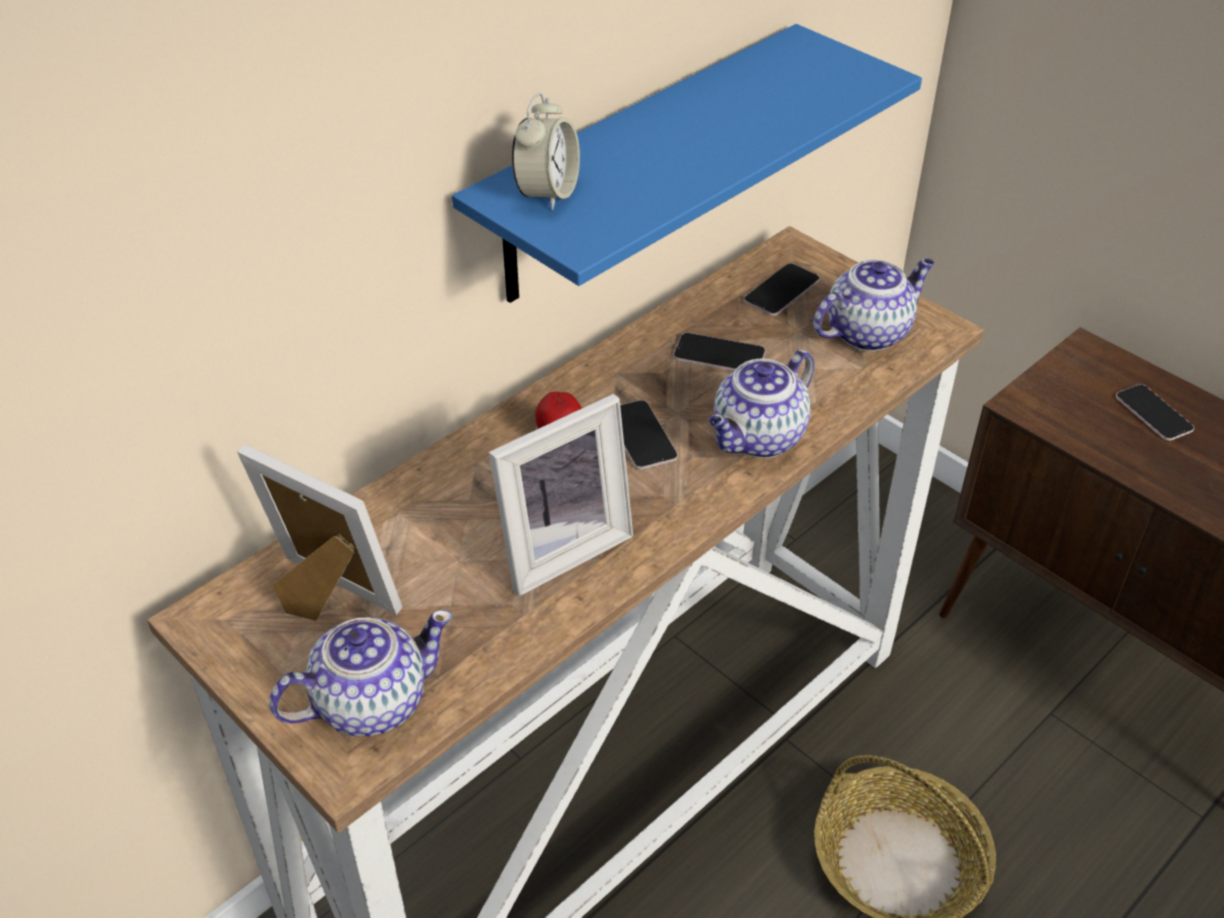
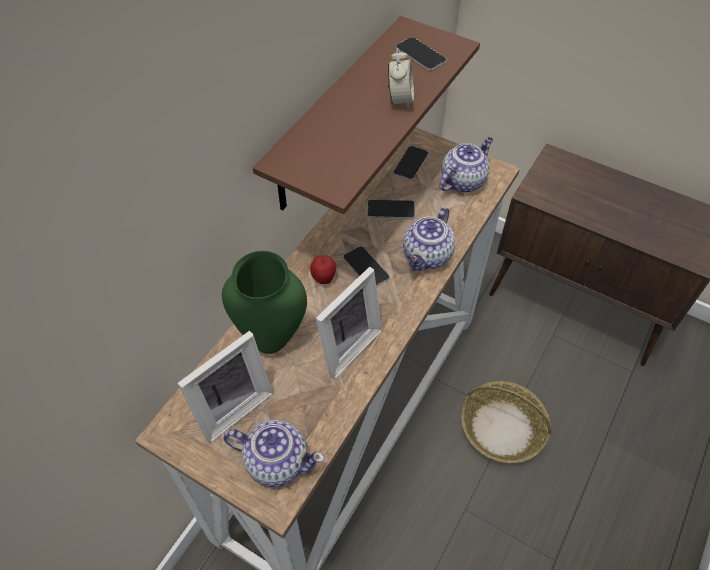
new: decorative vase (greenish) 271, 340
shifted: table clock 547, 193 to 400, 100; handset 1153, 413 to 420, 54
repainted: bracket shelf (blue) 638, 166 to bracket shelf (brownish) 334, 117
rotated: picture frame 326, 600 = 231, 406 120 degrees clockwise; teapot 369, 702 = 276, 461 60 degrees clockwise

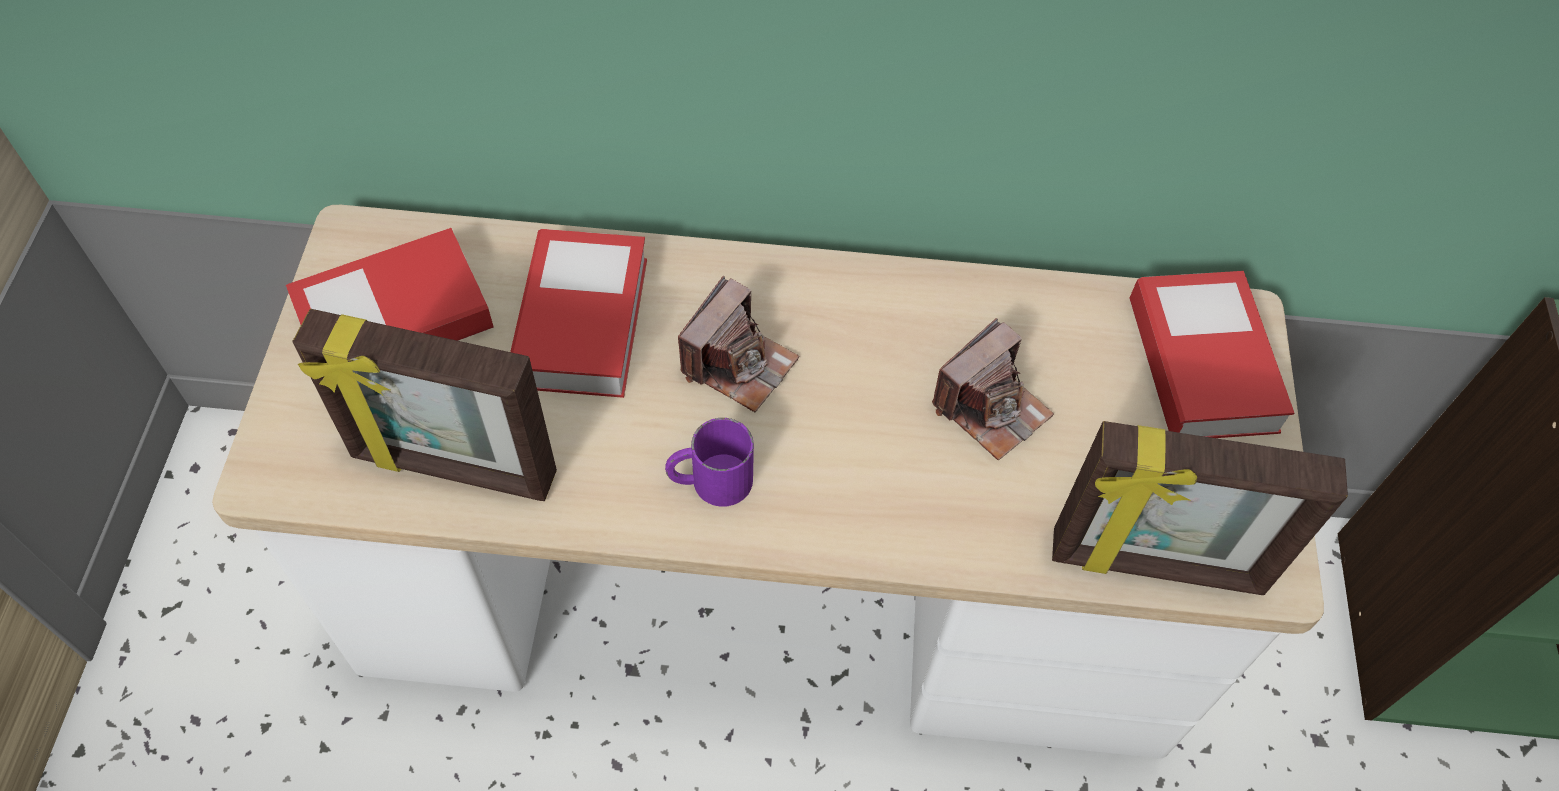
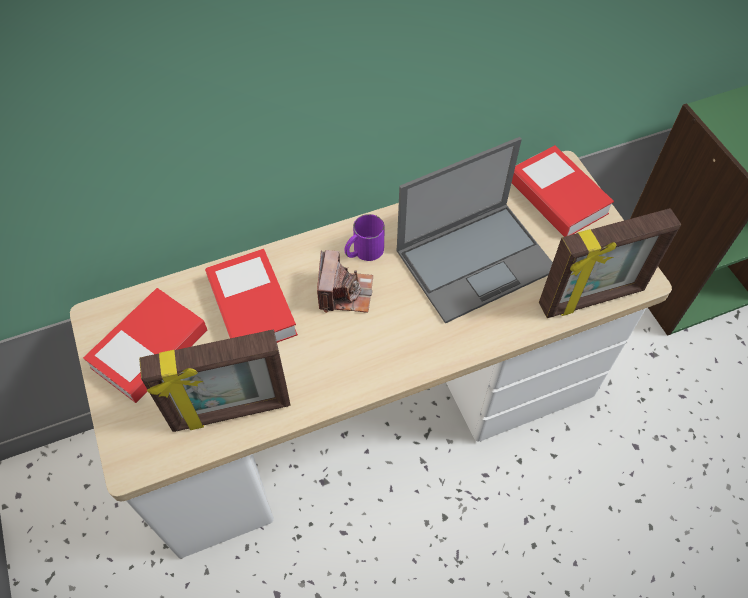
shifted: tea mug (purple) 710, 481 to 363, 251
swapped: still camera 990, 408 to laptop 477, 259

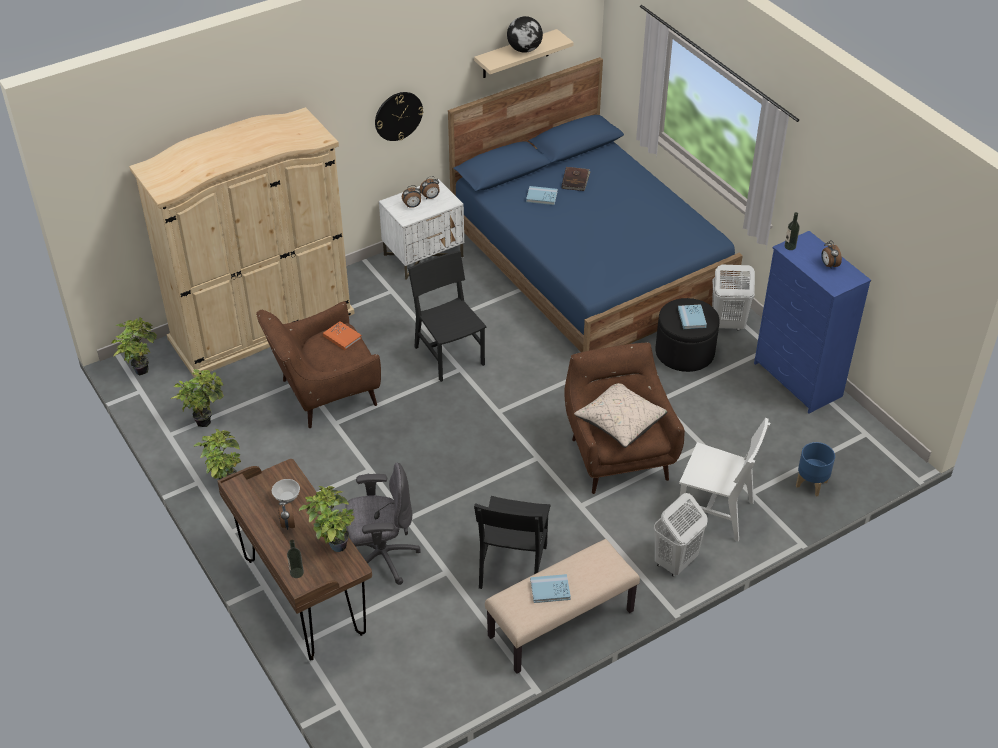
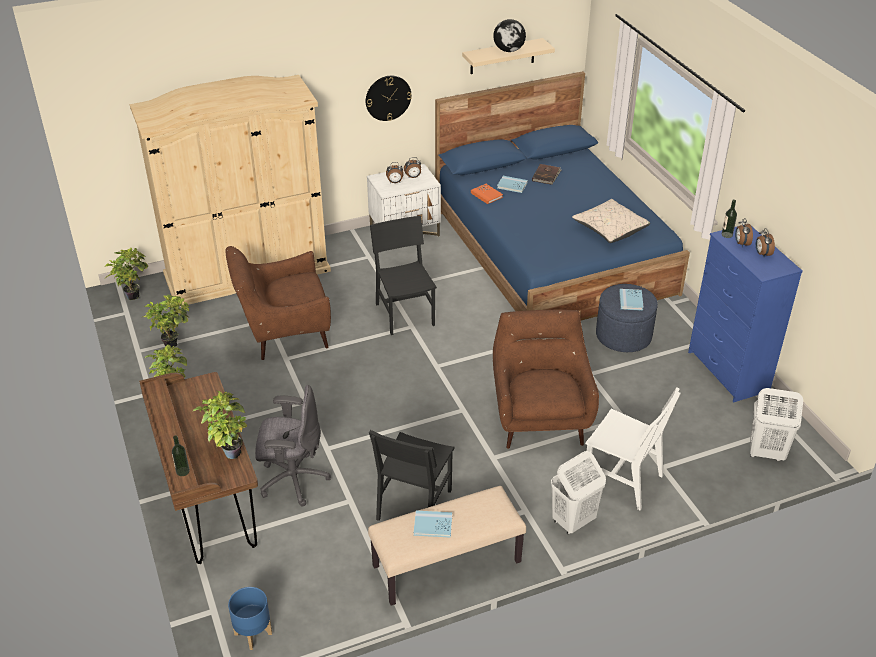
gone: deep dish 287, 497
shifted: hamper (whitish) 727, 324 to 765, 453; book (orange-coloured) 342, 337 to 486, 195; cushion (sand-coloured) 620, 422 to 609, 229; flower pot (blue) 811, 484 to 253, 634; table clock 287, 524 to 741, 243
repainted: pouffe (black) 684, 352 to pouffe (blue) 623, 335

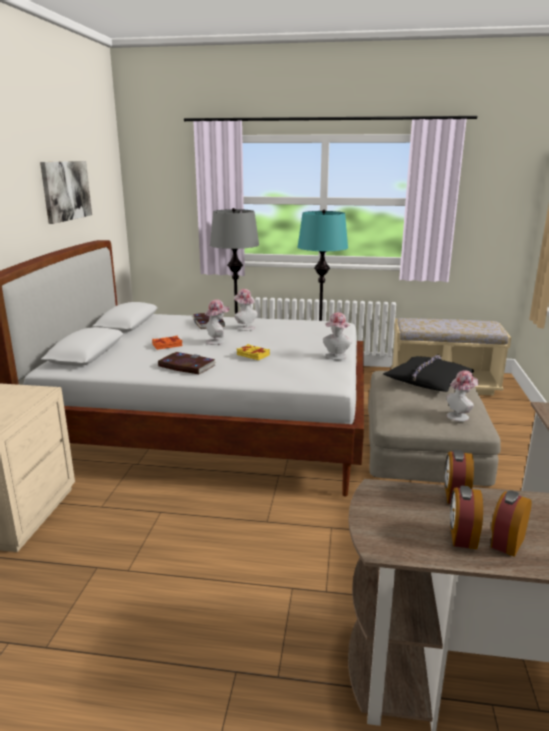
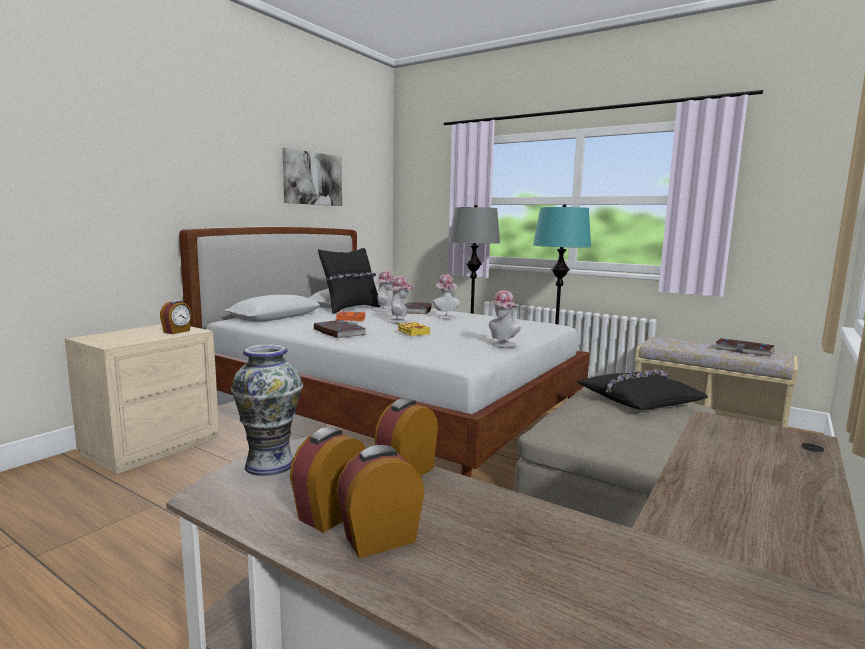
new: cushion (black) 351, 309; table clock 177, 331; book 744, 350; decorative vase 269, 464
shifted: wearable hat 459, 416 to 385, 310

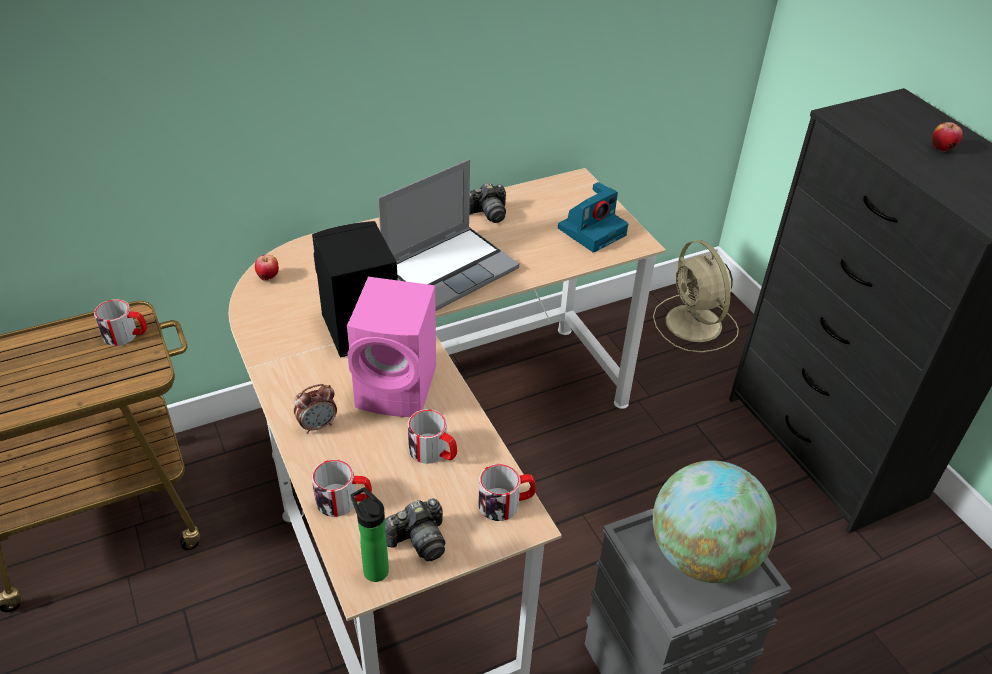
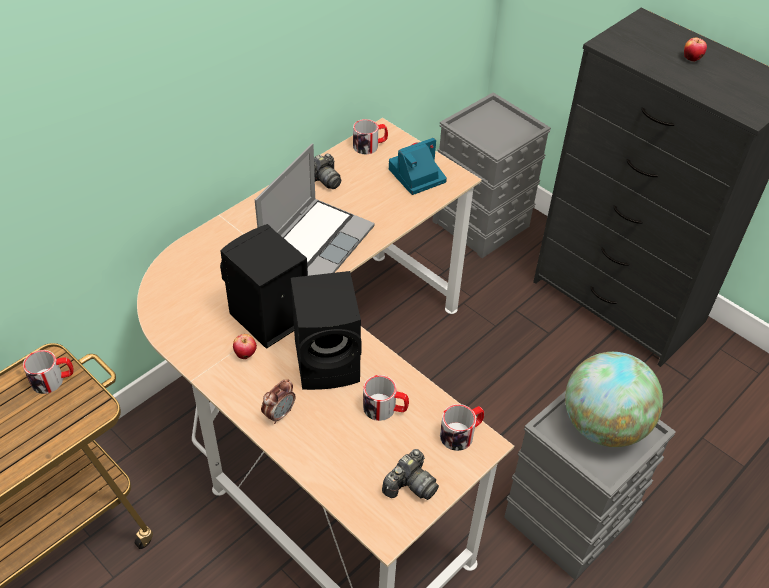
gone: bottle 373, 568
shifted: whole apple 269, 278 to 246, 354; tea mug 344, 501 to 370, 145
swapped: fan (sand-coloured) 695, 325 to storage bin (gray) 482, 224
repainted: speaker (pink-coloured) 399, 388 to speaker (black) 329, 362
rotated: still camera 592, 230 = 416, 176 150 degrees counterclockwise

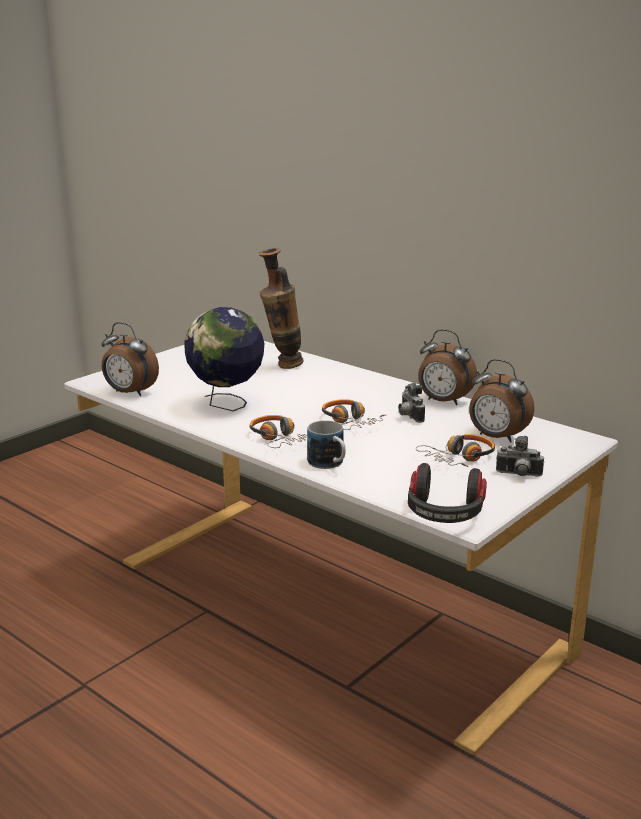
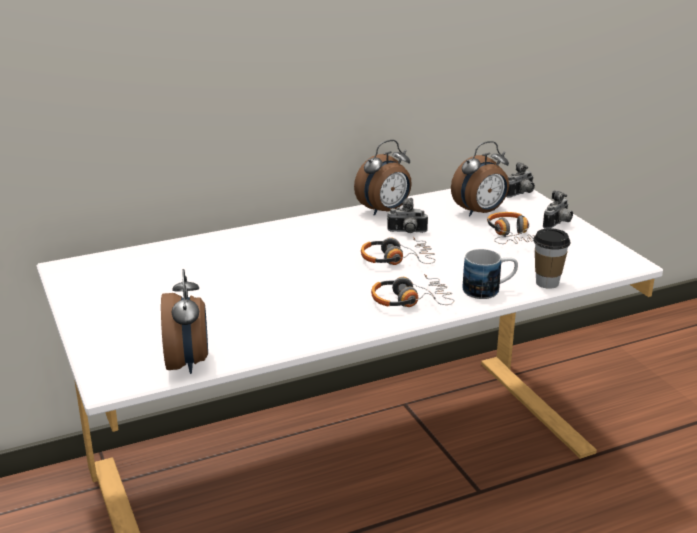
gone: decorative vase 282, 366; globe 226, 405; headphones 444, 515
new: still camera 520, 194; drinking cup 547, 283
rotated: table clock 129, 393 = 188, 363 60 degrees counterclockwise

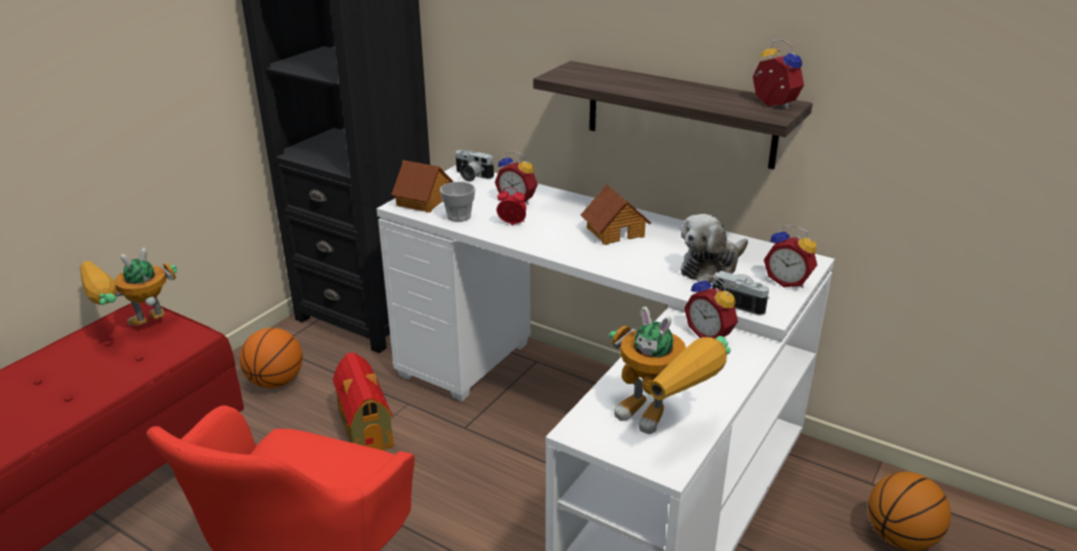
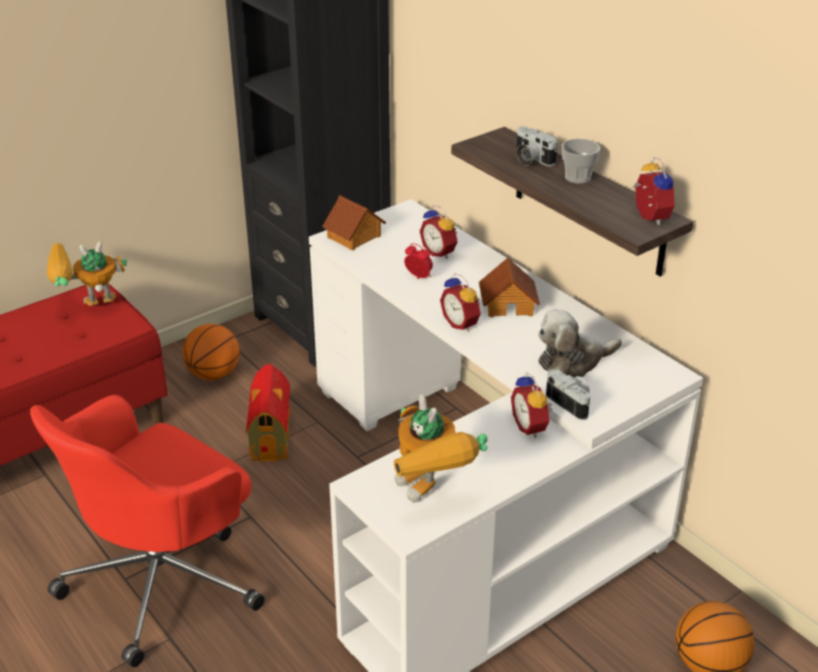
shifted: still camera 471, 176 to 530, 159; drinking cup 459, 216 to 578, 177; table clock 788, 281 to 462, 323

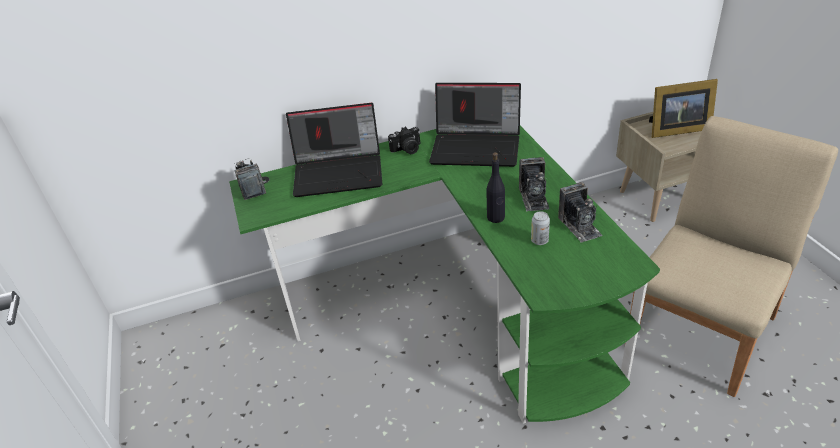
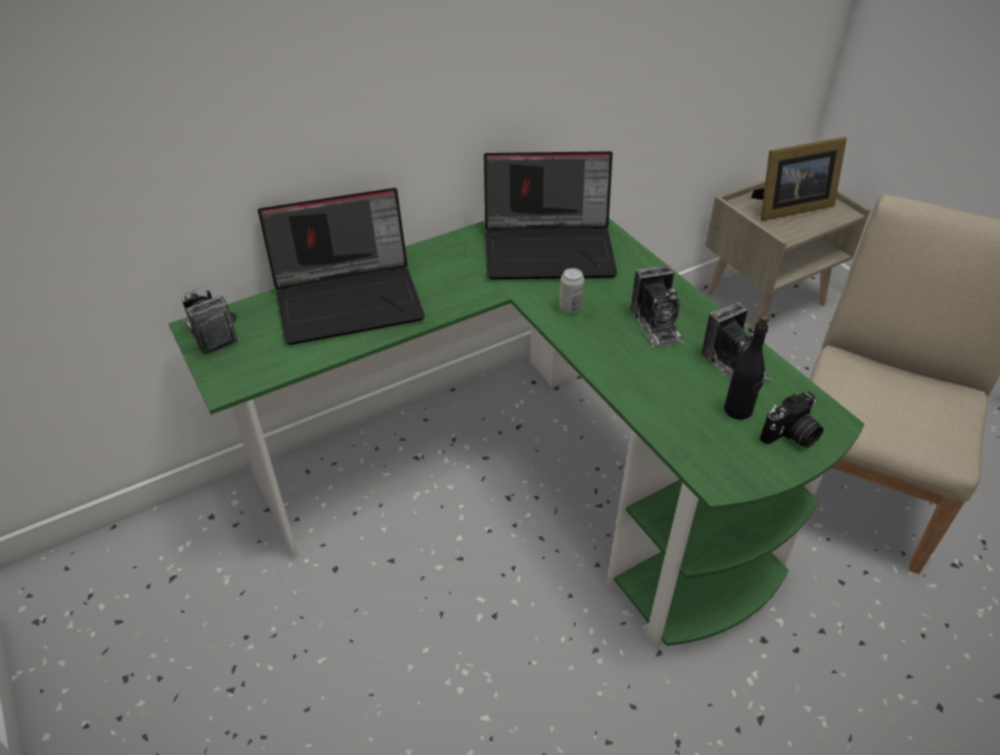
shifted: still camera 407, 150 to 791, 435; bottle (black) 496, 217 to 738, 410; metal can 539, 241 to 570, 308

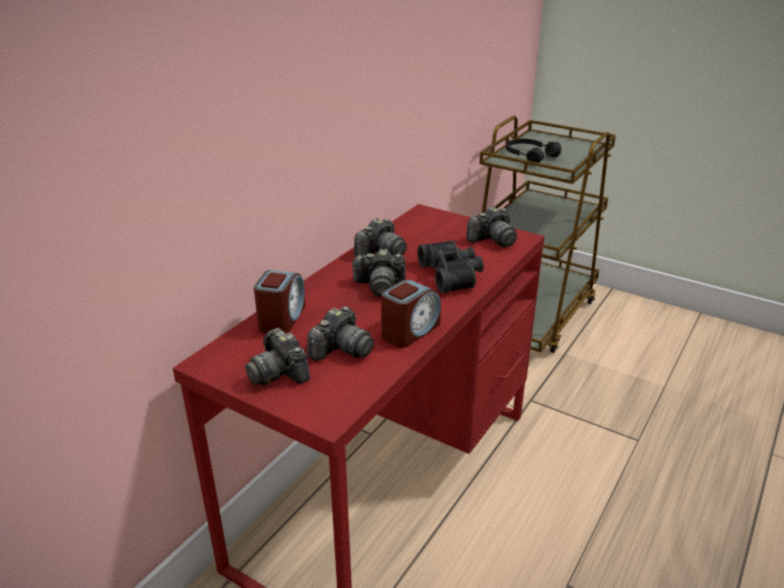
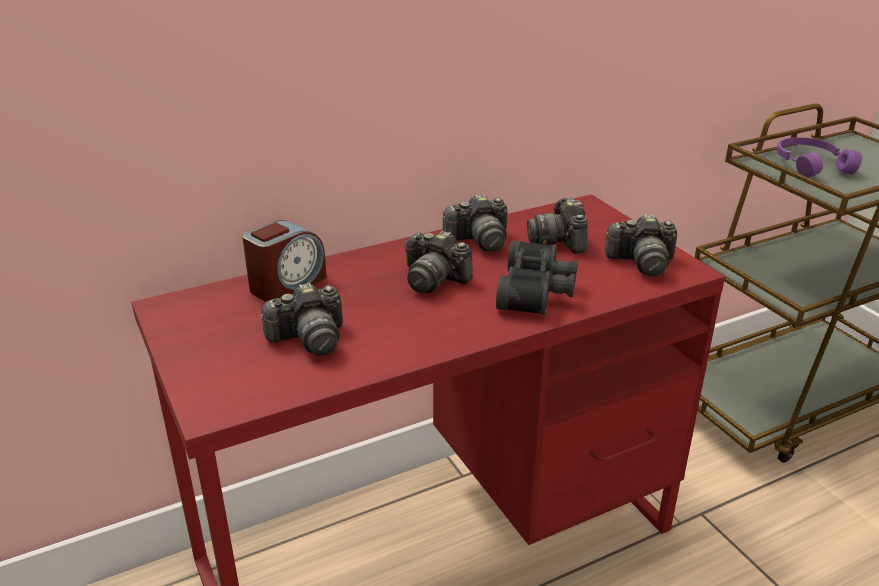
gone: table clock 410, 331
shifted: still camera 279, 373 to 559, 241
repainted: headphones (black) 529, 156 to headphones (purple) 811, 165

